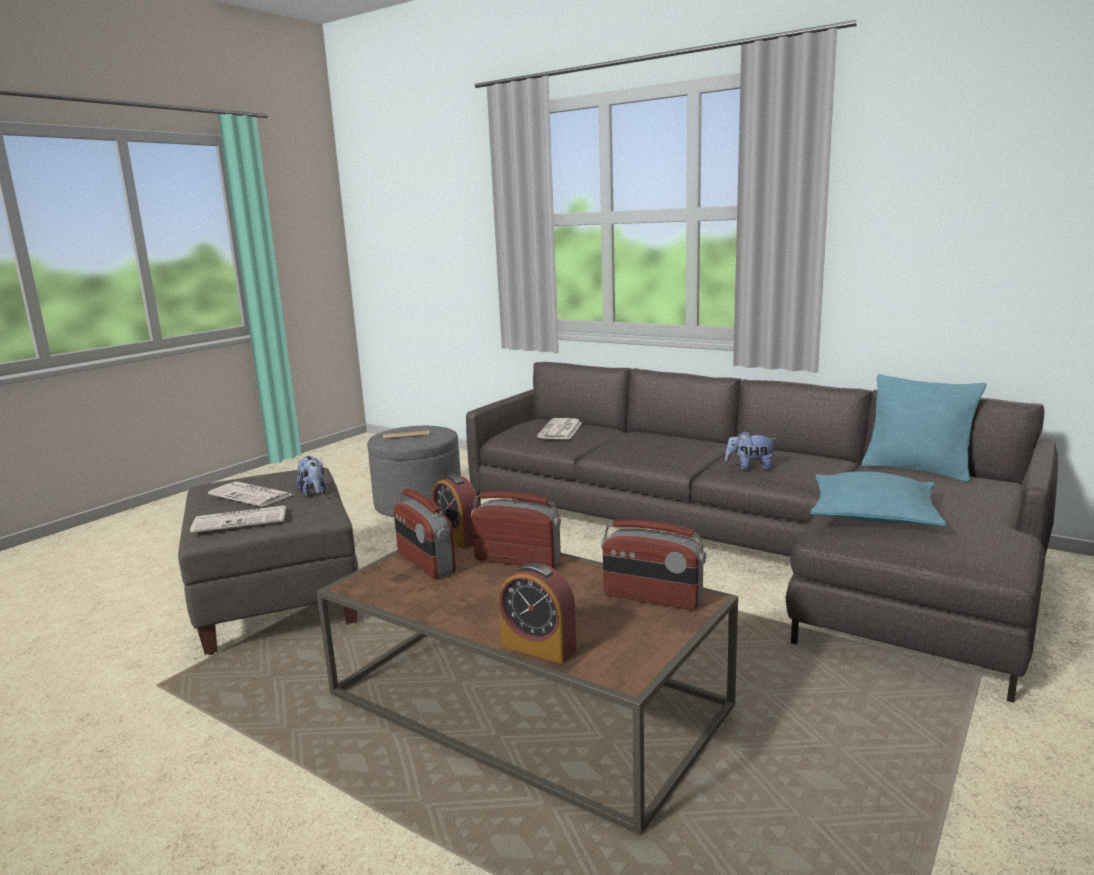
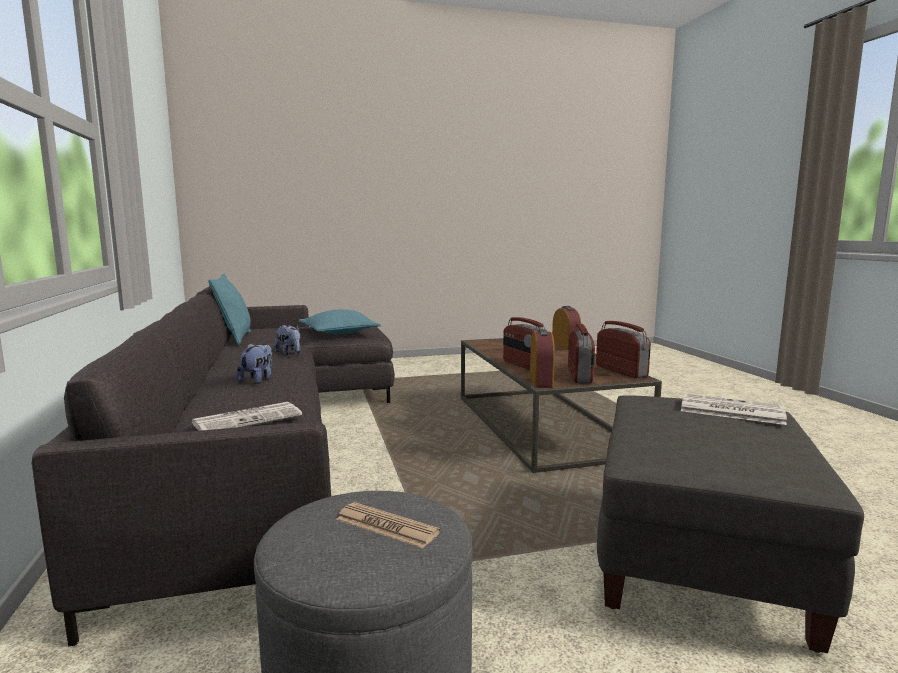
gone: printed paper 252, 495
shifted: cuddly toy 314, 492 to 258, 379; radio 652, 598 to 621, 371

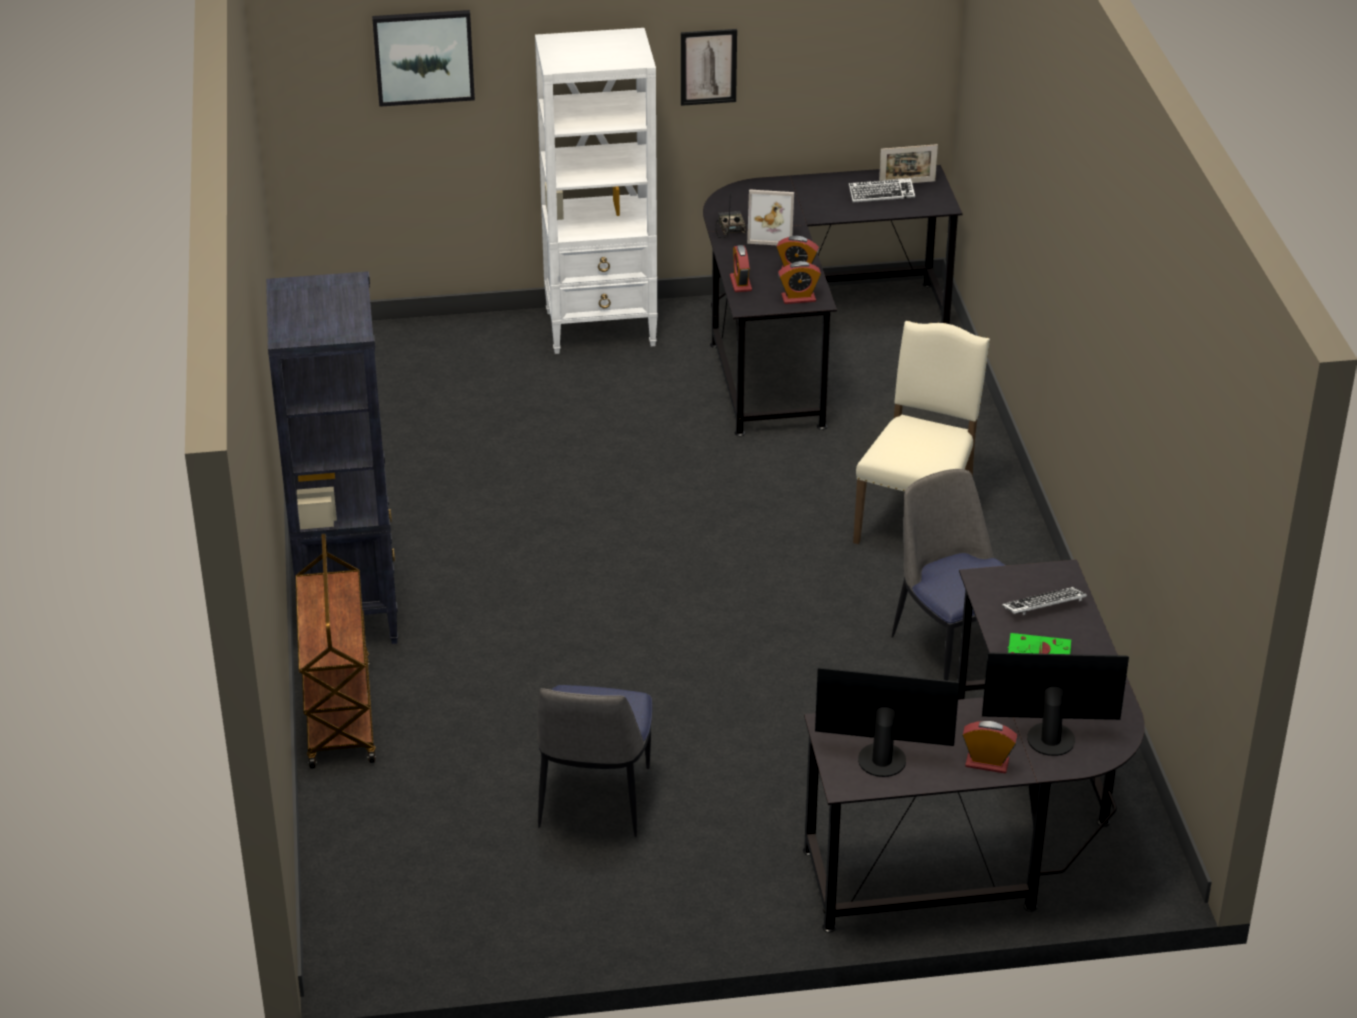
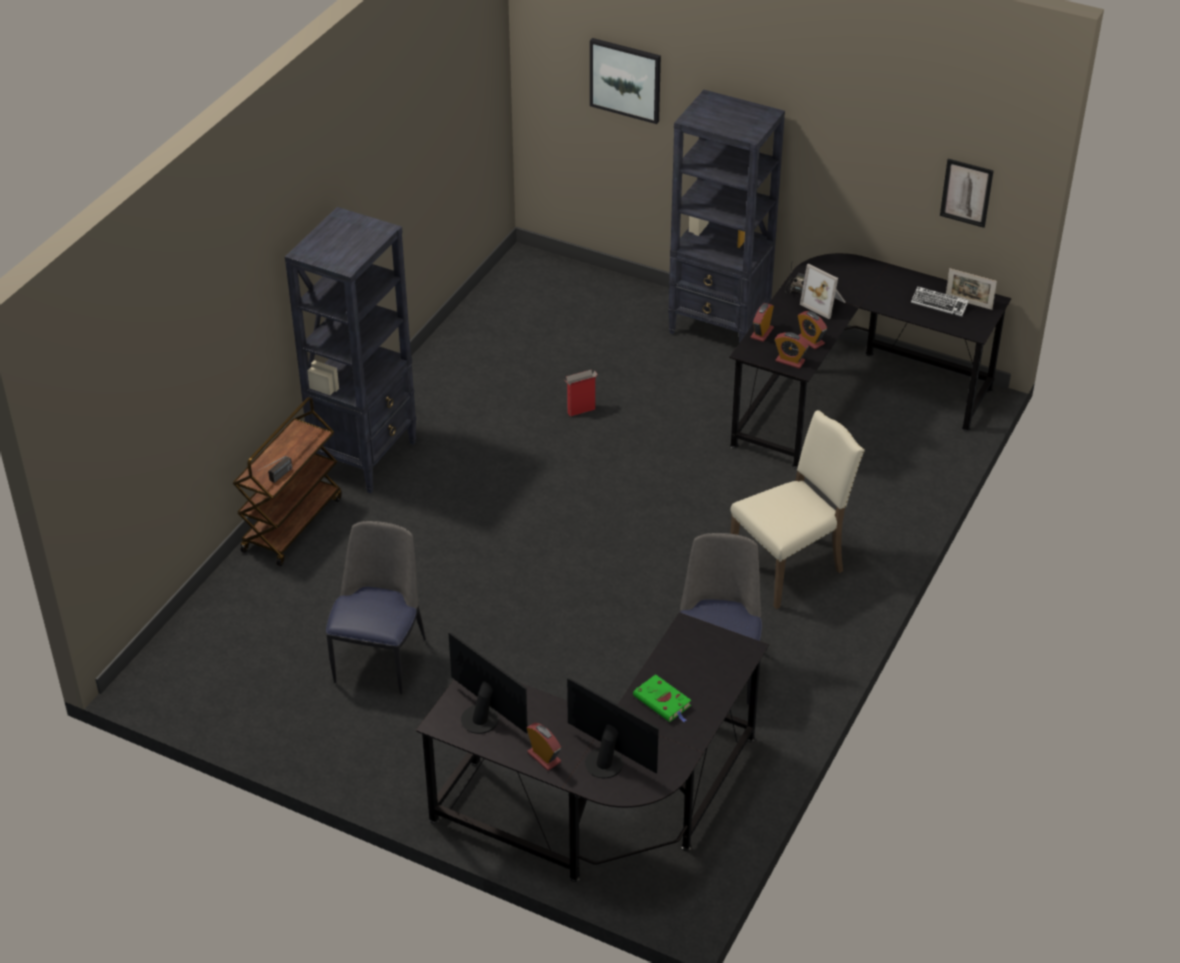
gone: keyboard 1044, 606
new: packing box 580, 411; radio 276, 478
shifted: picture 708, 67 to 966, 192
repainted: bookshelf (whitish) 602, 328 to bookshelf (black) 719, 328
rotated: upright chair 594, 800 = 380, 658 150 degrees clockwise

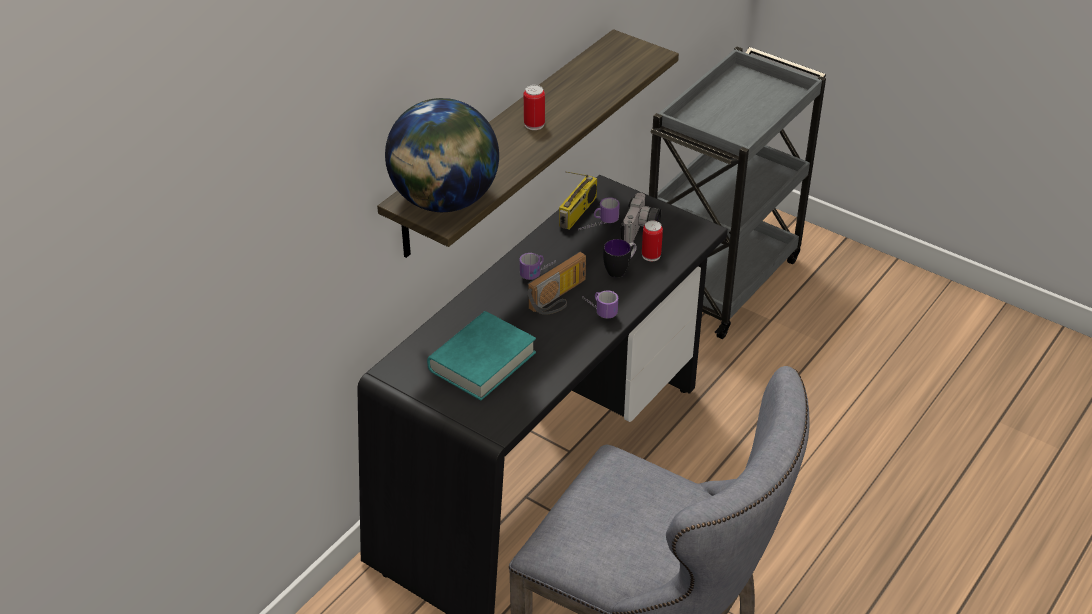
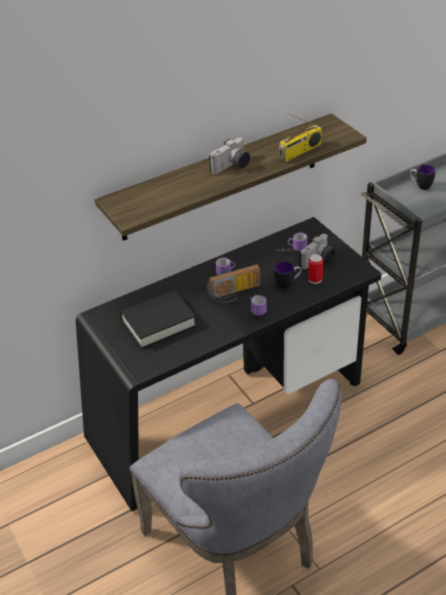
gone: globe 444, 201
new: tea mug 420, 186
shifted: radio 578, 212 to 300, 152
swapped: metal can 534, 124 to still camera 232, 167
repainted: book (turquoise-coloured) 482, 361 to book (black) 158, 323

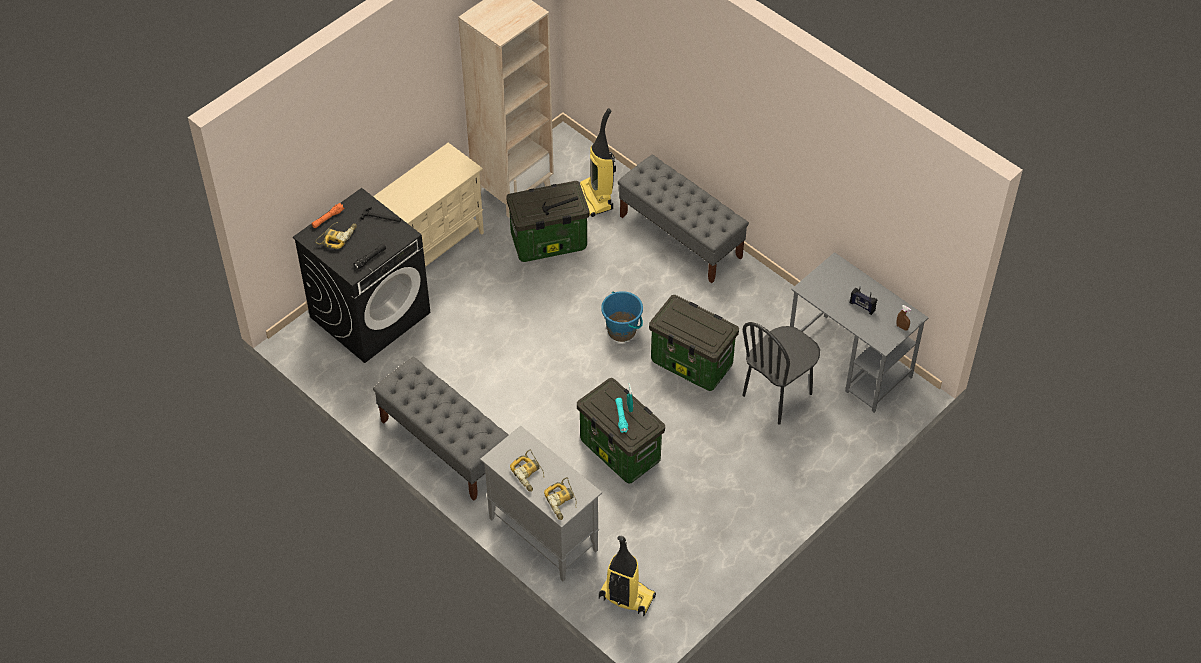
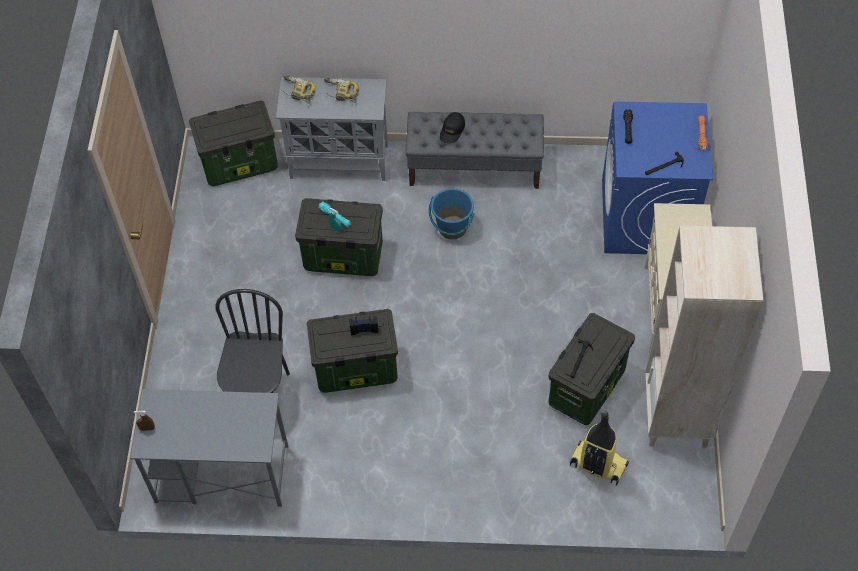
gone: indoor bench (gray) 681, 237; electric drill 337, 237
new: baseball cap (black) 452, 130
shifted: radio 862, 307 to 364, 330; bucket (blue) 622, 330 to 452, 228
swapped: vacuum 625, 597 to storage bin 240, 163
repainted: washing machine (black) 370, 314 to washing machine (blue) 646, 218

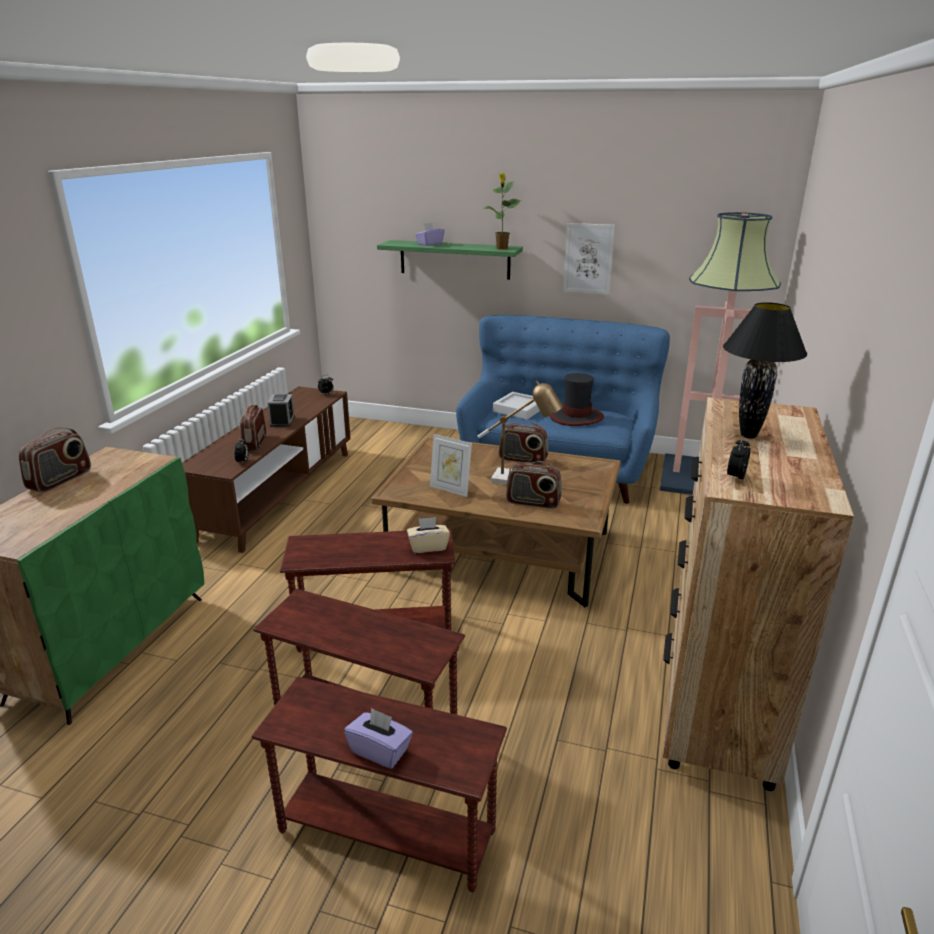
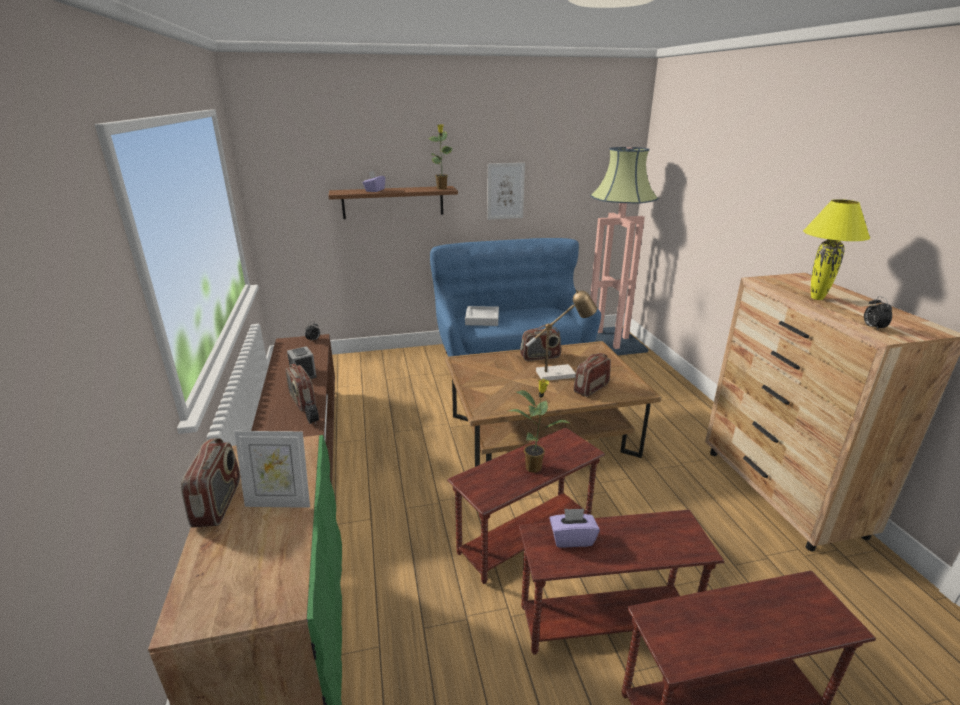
gone: wearable hat 576, 416; tissue holder (sand-coloured) 428, 547
new: plant in a pot 534, 467
shifted: picture frame 450, 489 to 279, 502; tissue holder (purple) 380, 750 to 572, 538
repainted: bracket shelf (greenish) 454, 259 to bracket shelf (brownish) 393, 202; table lamp (black) 749, 436 to table lamp (yellowish) 817, 298
rotated: radio 533, 502 = 591, 388 150 degrees clockwise

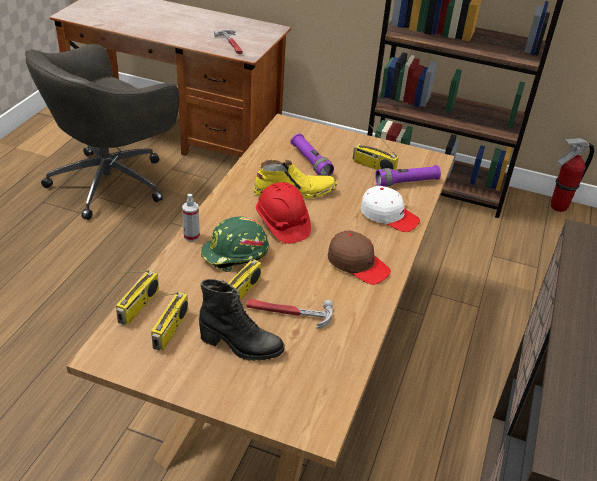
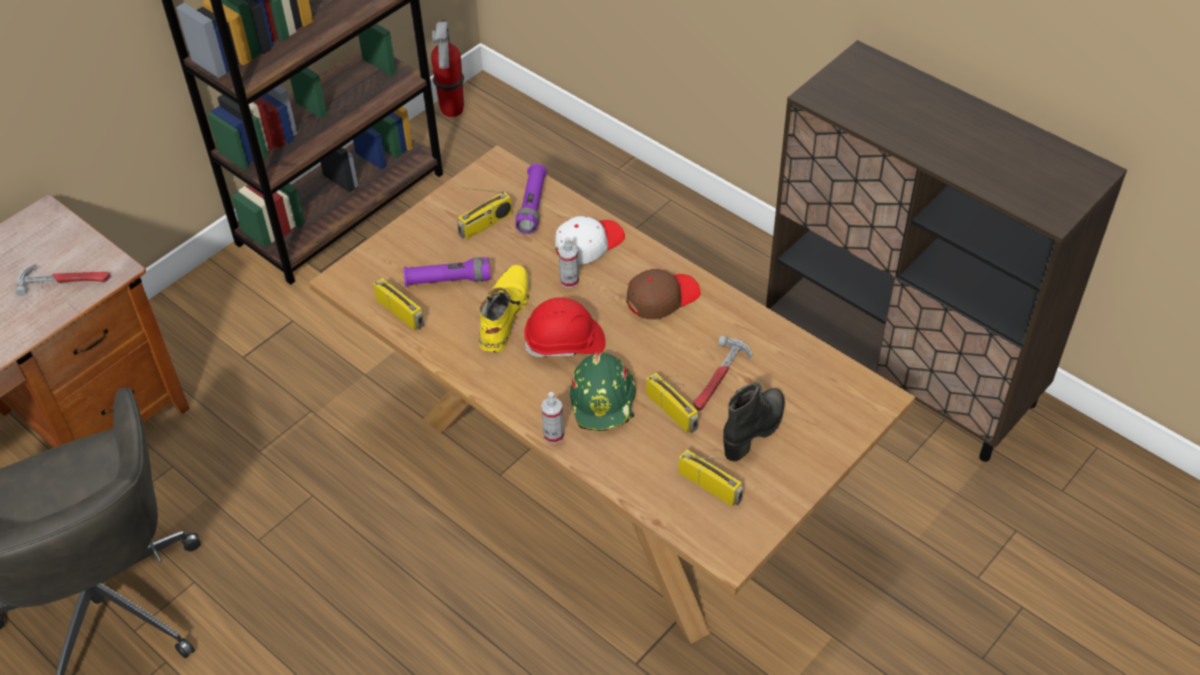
new: sprayer 569, 281
shifted: radio 139, 306 to 401, 312

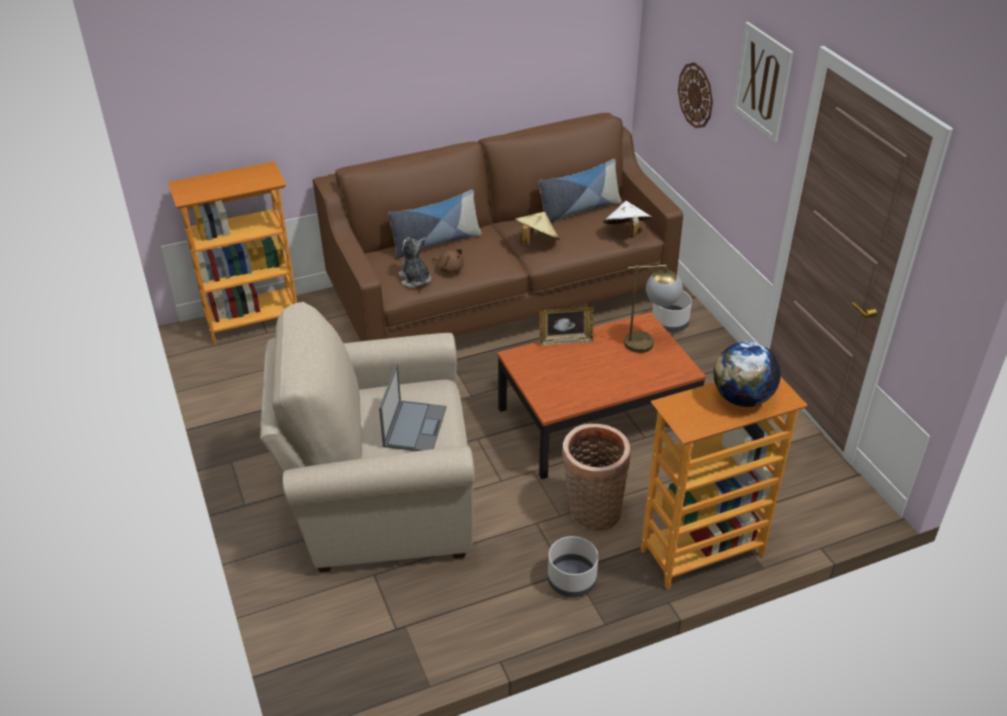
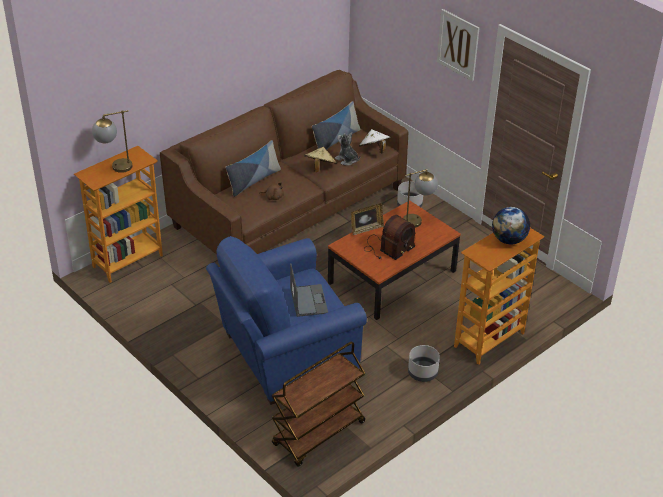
gone: clock on the wall 696, 95; storage basket 591, 511
new: table lamp 115, 168; radio 388, 248; wheeled cart (brownish) 318, 434
shifted: cuddly toy 415, 279 to 347, 160
repainted: armchair (sand-coloured) 379, 501 to armchair (blue) 283, 356

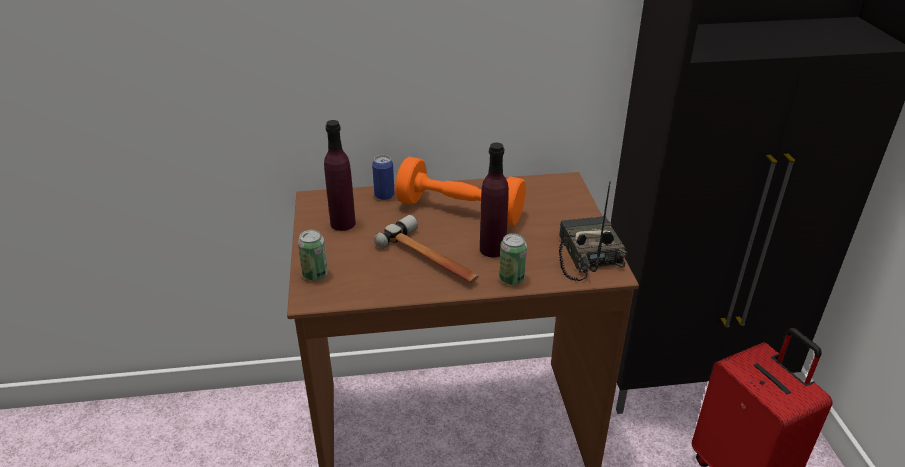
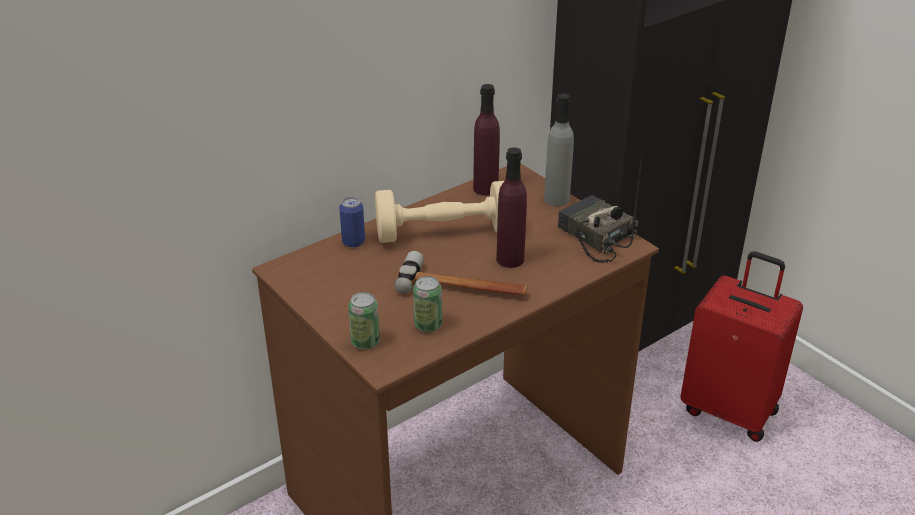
new: bottle (gray) 556, 199
shifted: bottle (purple) 343, 223 to 485, 189; metal can 511, 279 to 428, 325
repainted: free weight (orange-coloured) 460, 210 to free weight (sand-coloured) 444, 233

